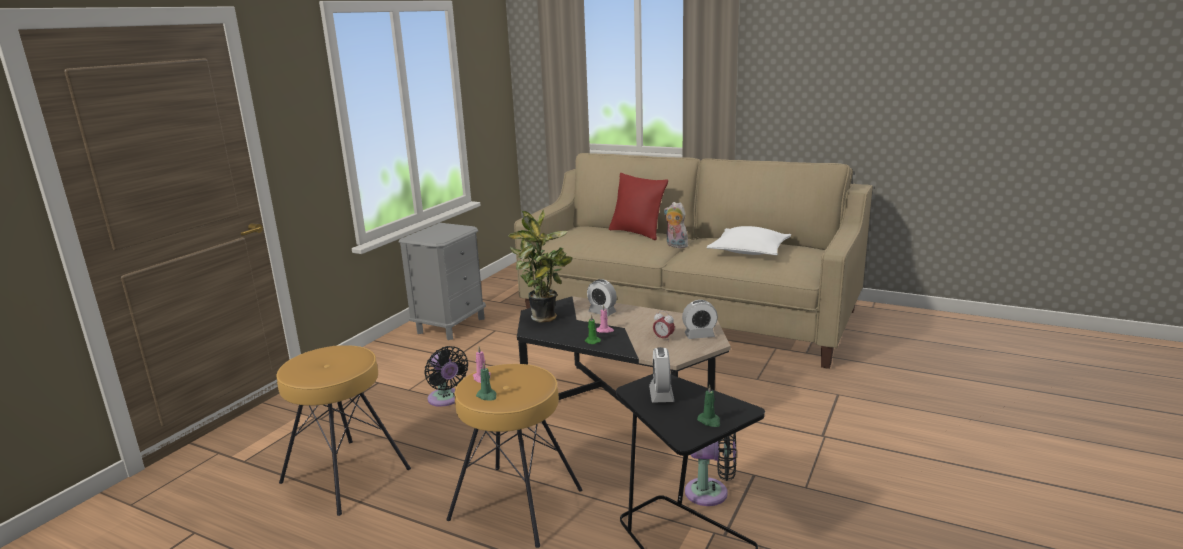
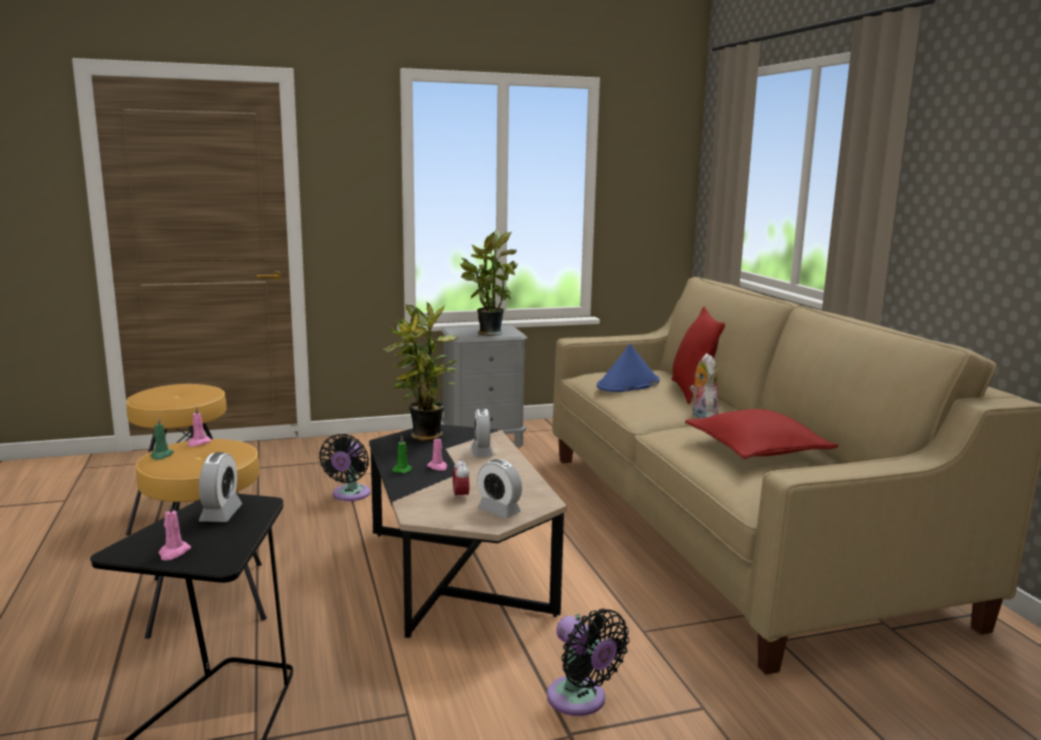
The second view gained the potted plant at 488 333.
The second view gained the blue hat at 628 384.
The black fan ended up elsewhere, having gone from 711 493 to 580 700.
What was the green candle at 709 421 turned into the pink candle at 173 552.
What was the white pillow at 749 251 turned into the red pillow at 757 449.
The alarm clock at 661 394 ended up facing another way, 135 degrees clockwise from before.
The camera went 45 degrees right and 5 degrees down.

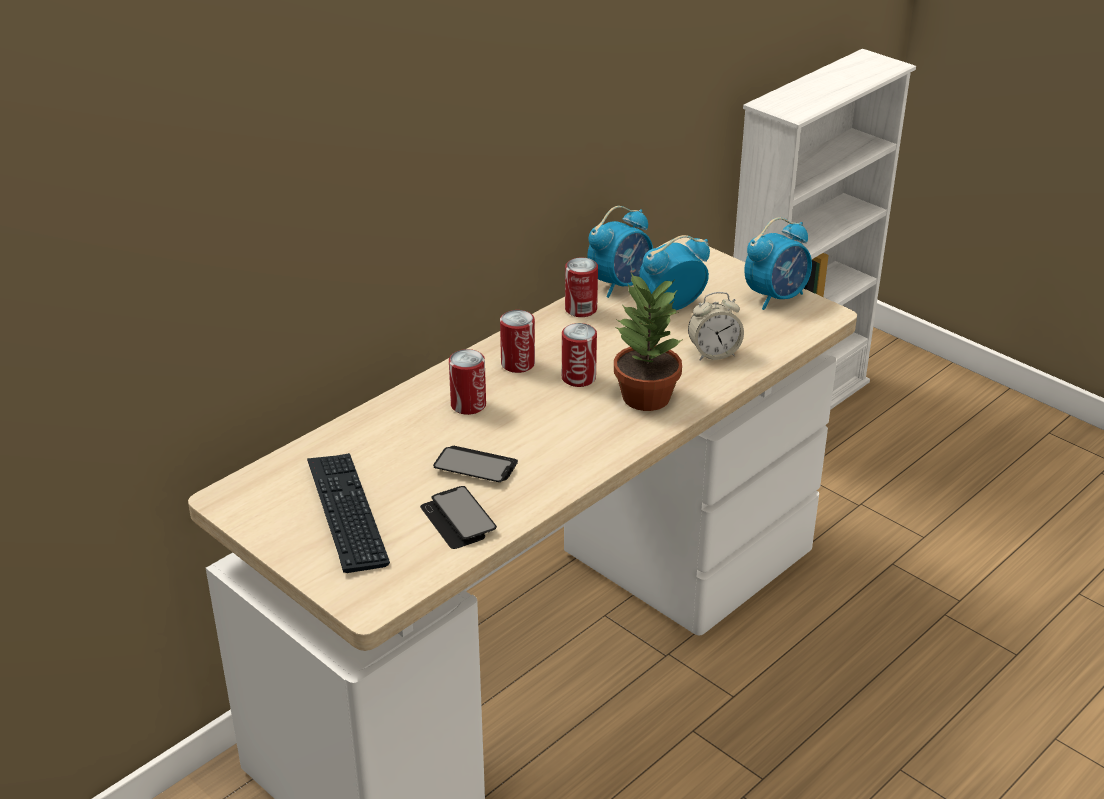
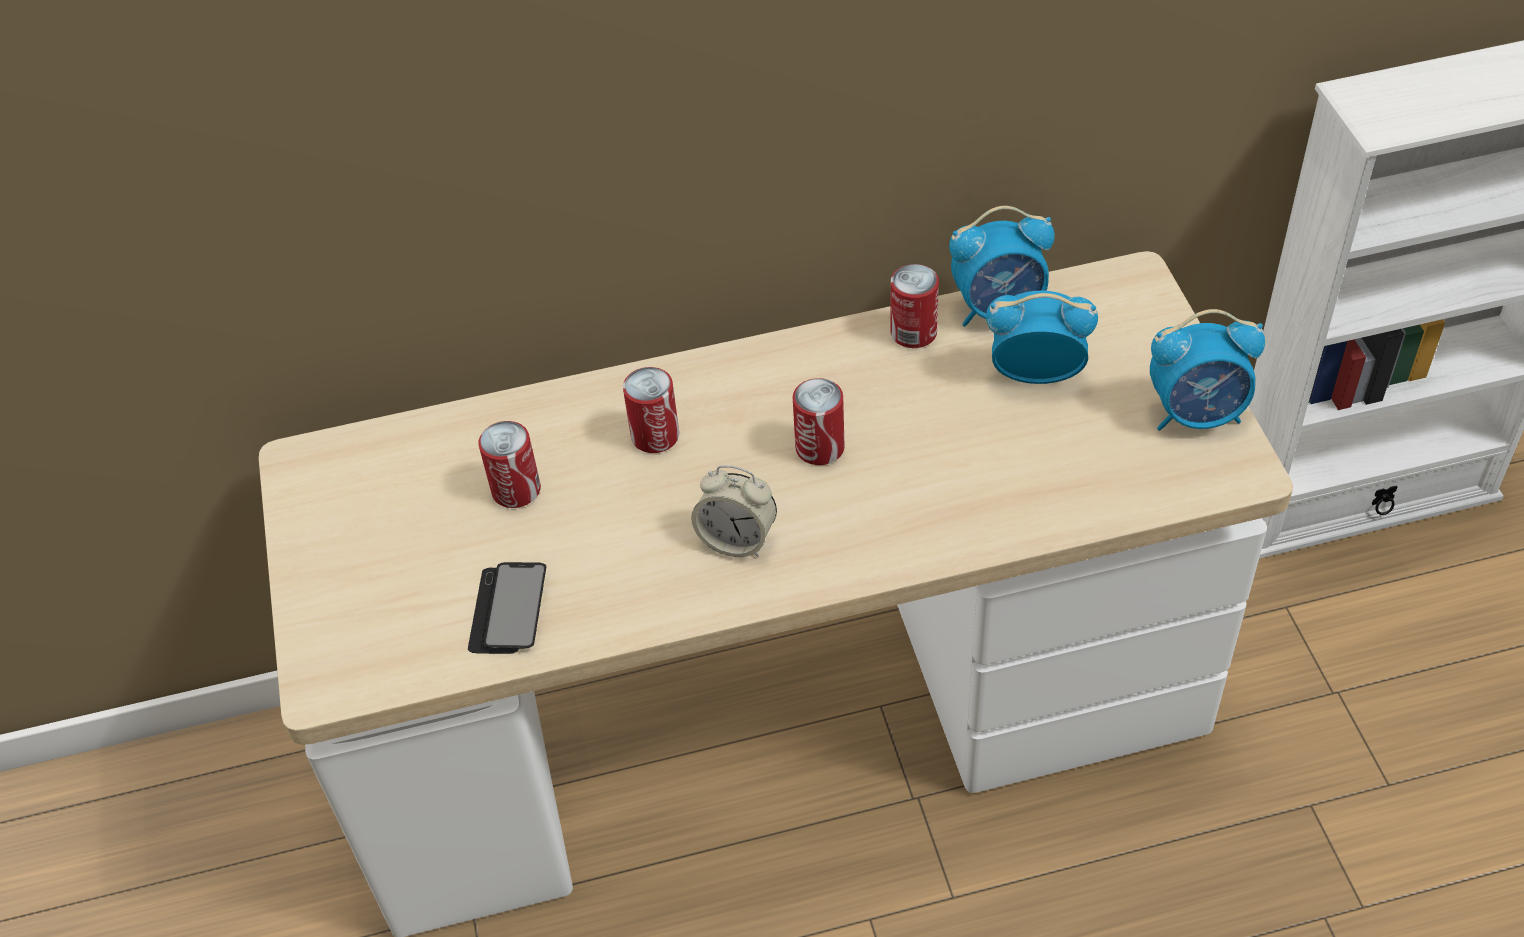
The second view lost the keyboard at 346 513.
The second view lost the phone at 475 466.
The second view lost the potted plant at 644 397.
The can ended up elsewhere, having gone from 518 364 to 516 490.
The alarm clock ended up elsewhere, having gone from 713 353 to 737 539.
The camera went 35 degrees right and 15 degrees up.

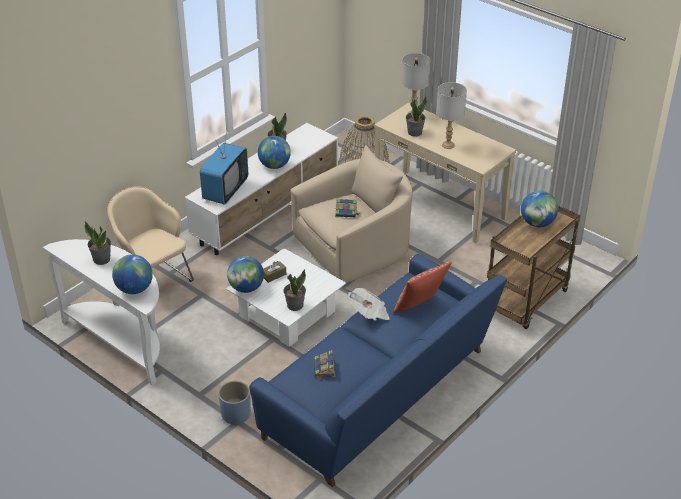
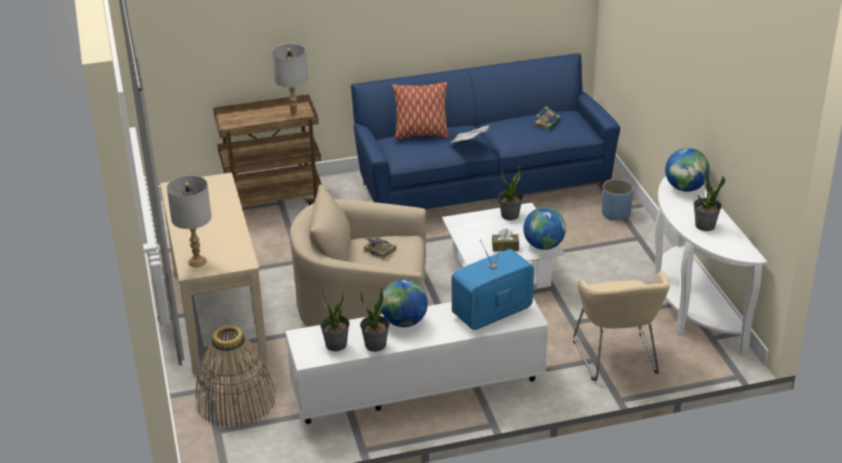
The second view lost the globe at 537 223.
The potted plant ended up elsewhere, having gone from 414 132 to 336 345.
The grey table lamp ended up elsewhere, having gone from 448 145 to 294 119.
The camera went 145 degrees left and 5 degrees down.

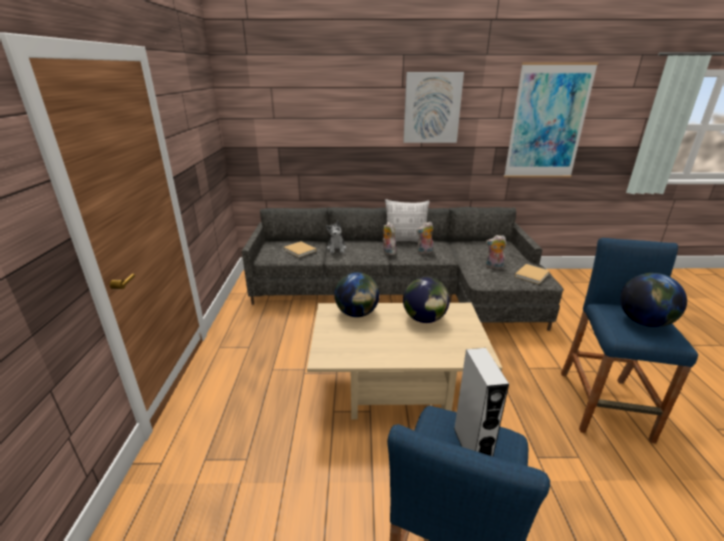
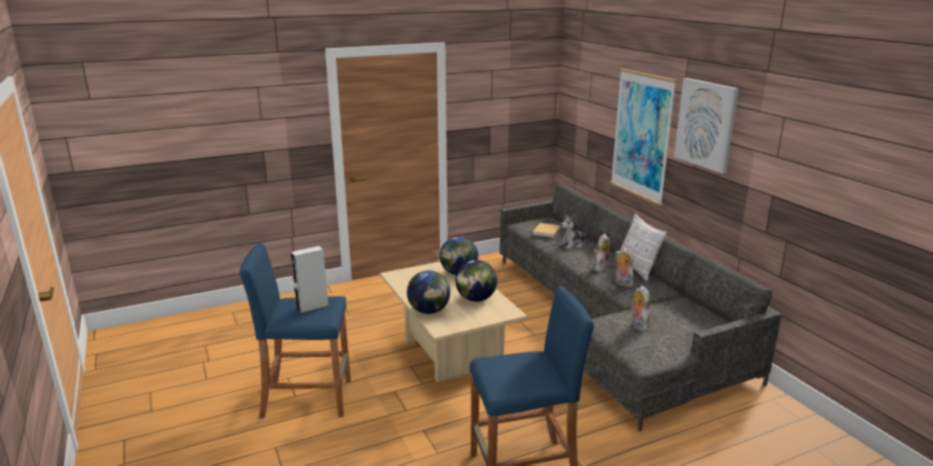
The second view lost the beige book at 532 274.
The picture ended up elsewhere, having gone from 547 123 to 642 136.
The globe ended up elsewhere, having gone from 643 322 to 429 311.
The camera went 65 degrees right and 5 degrees down.

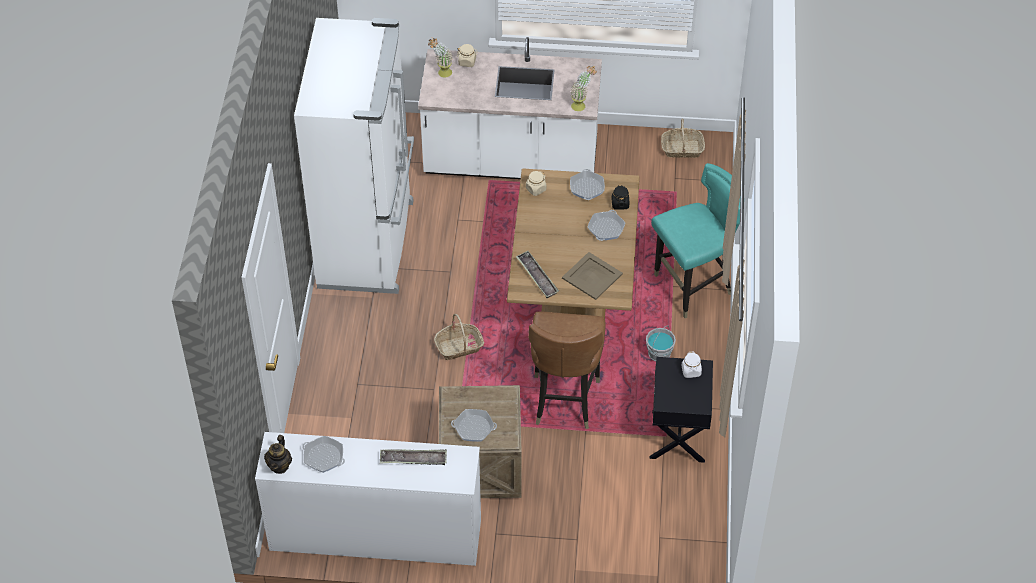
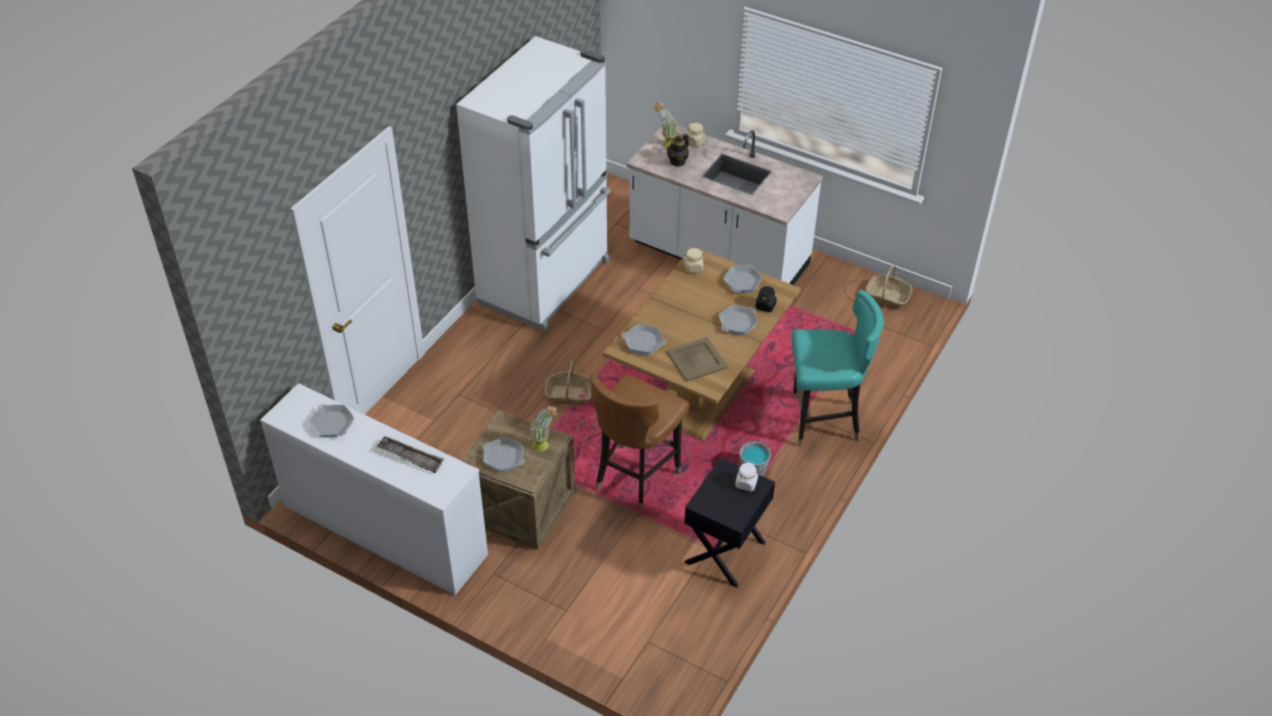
The teapot ended up elsewhere, having gone from 279 466 to 677 161.
The potted plant ended up elsewhere, having gone from 582 105 to 544 446.
Where the tray stood at 537 277, the frying pan came to stand at 643 342.
The camera went 25 degrees right and 5 degrees down.

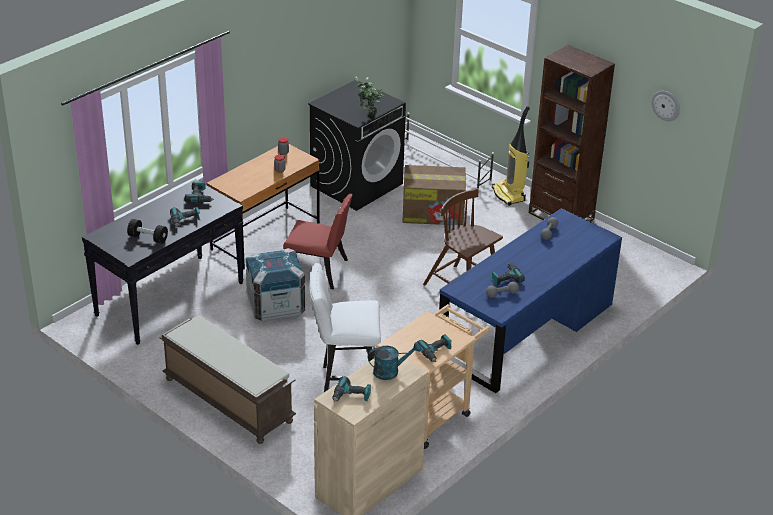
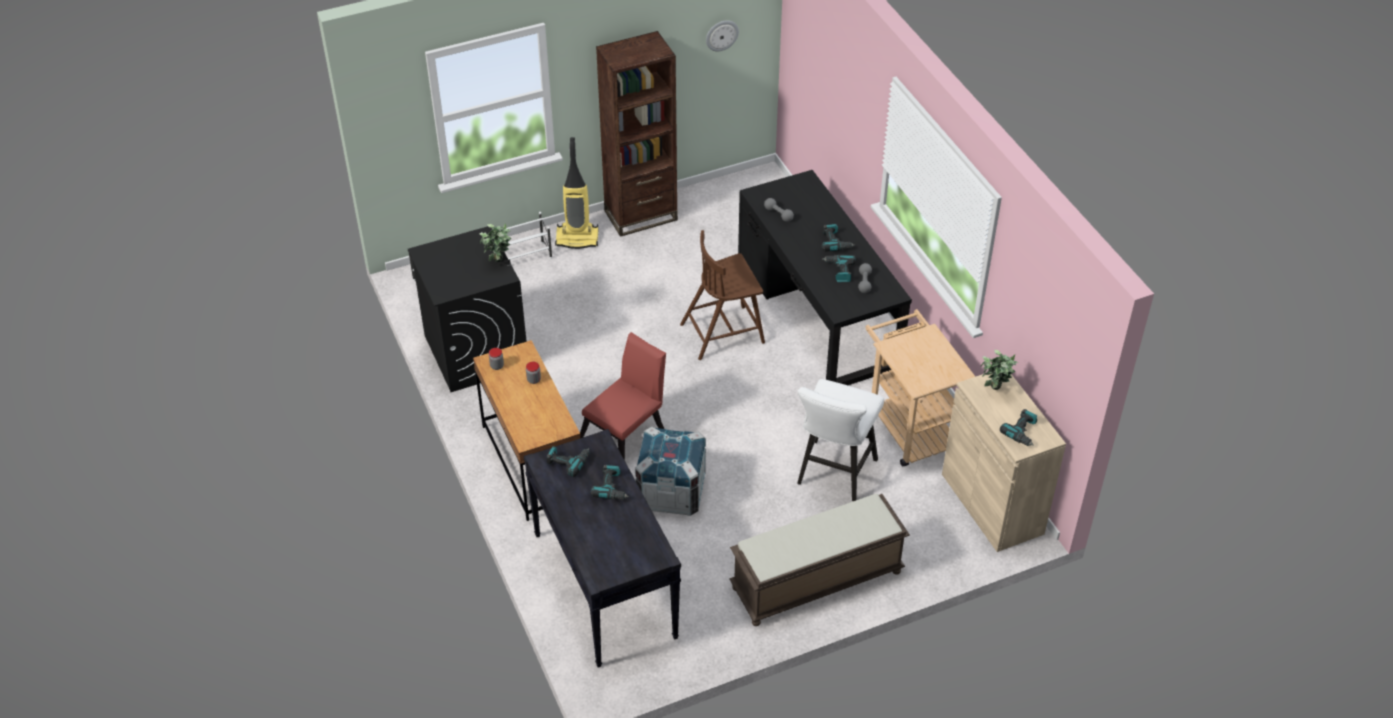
The second view lost the black dumbbell at 148 238.
The second view lost the cardboard box at 434 212.
The power drill ended up elsewhere, having gone from 436 352 to 835 242.
Where the turquoise watering can stood at 390 371, the potted plant came to stand at 994 392.
What was the blue desk at 526 331 turned into the black desk at 817 312.
The camera went 65 degrees left and 10 degrees up.

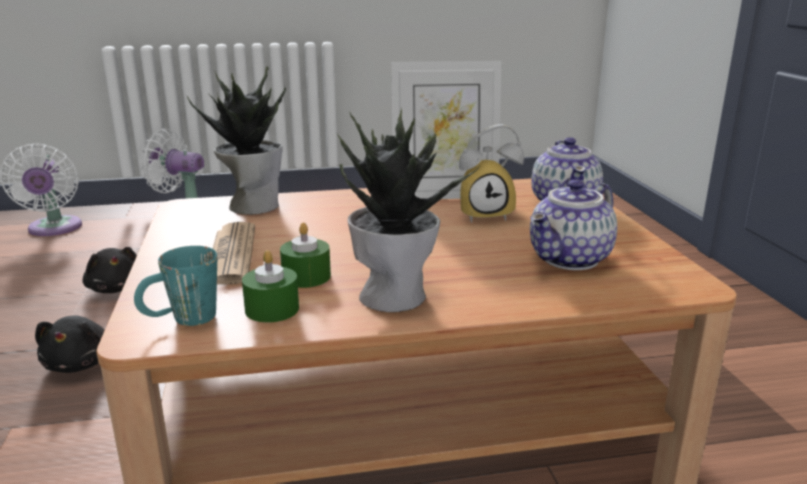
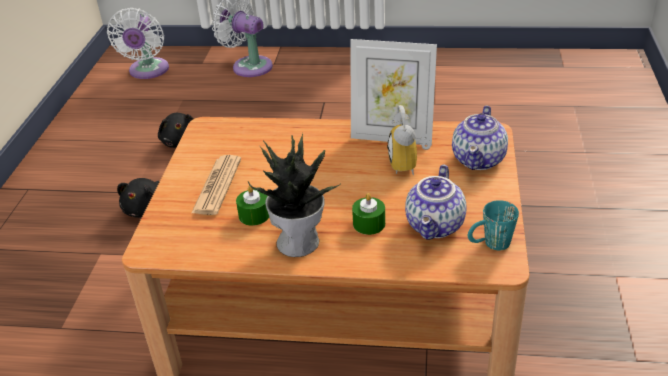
The second view lost the potted plant at 253 205.
The turquoise mug ended up elsewhere, having gone from 182 320 to 490 244.
The green candle ended up elsewhere, having gone from 272 309 to 369 224.
The alarm clock at 486 214 ended up facing another way, 75 degrees clockwise from before.
The teapot at 571 260 ended up facing another way, 45 degrees counterclockwise from before.
The camera went 20 degrees right and 15 degrees up.

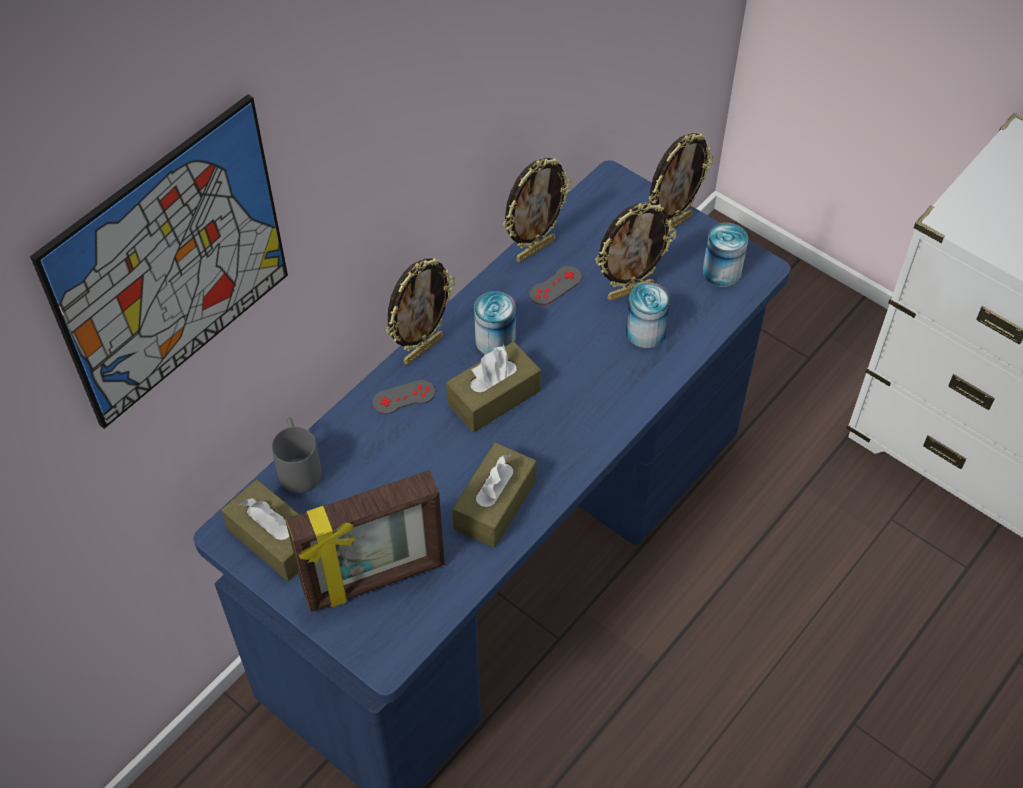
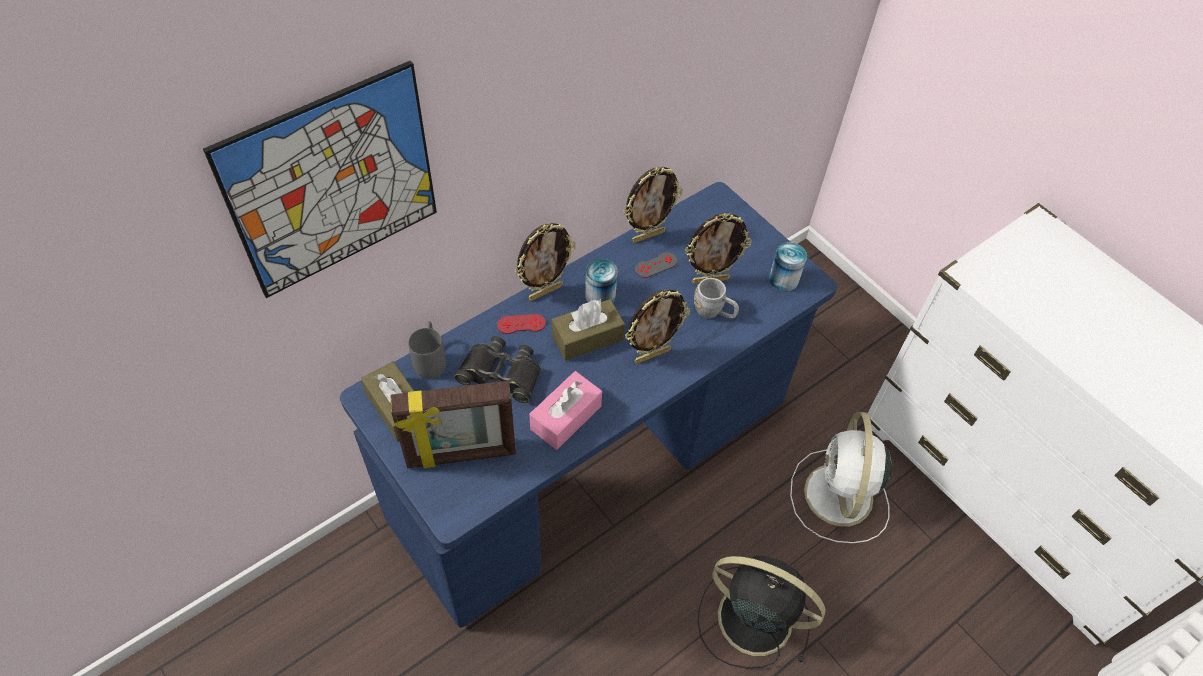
The second view gained the black binoculars at 501 374.
The second view gained the black fan at 751 617.
The second view gained the white fan at 838 498.
The picture frame ended up elsewhere, having gone from 672 225 to 652 355.
Where the can stood at 645 332, the grey mug came to stand at 714 312.
What was the grey game controller at 404 397 turned into the red game controller at 521 324.
What was the brown tissue box at 495 504 turned into the pink tissue box at 566 417.
The camera went 10 degrees right and 0 degrees up.

